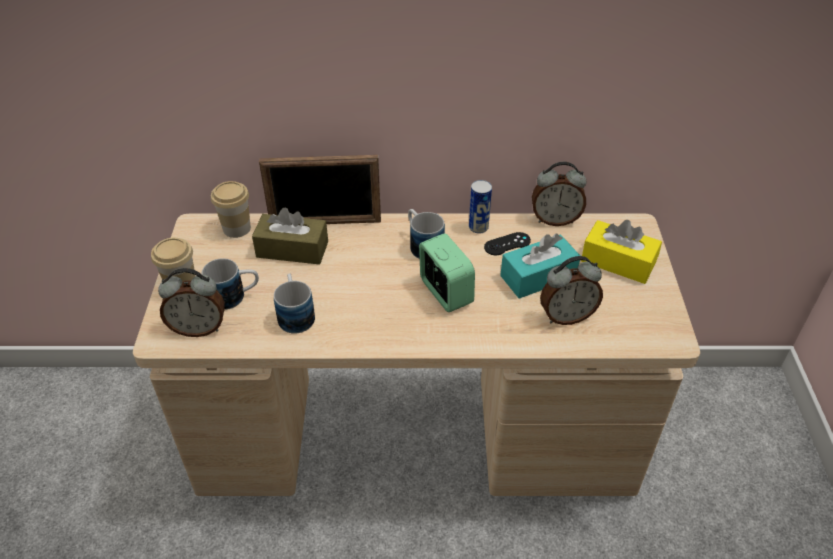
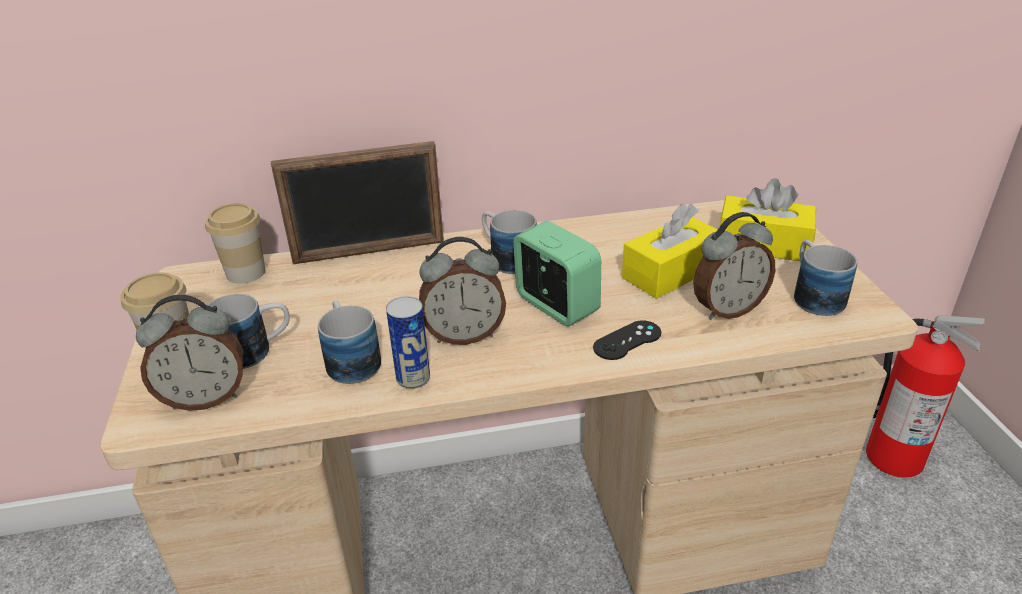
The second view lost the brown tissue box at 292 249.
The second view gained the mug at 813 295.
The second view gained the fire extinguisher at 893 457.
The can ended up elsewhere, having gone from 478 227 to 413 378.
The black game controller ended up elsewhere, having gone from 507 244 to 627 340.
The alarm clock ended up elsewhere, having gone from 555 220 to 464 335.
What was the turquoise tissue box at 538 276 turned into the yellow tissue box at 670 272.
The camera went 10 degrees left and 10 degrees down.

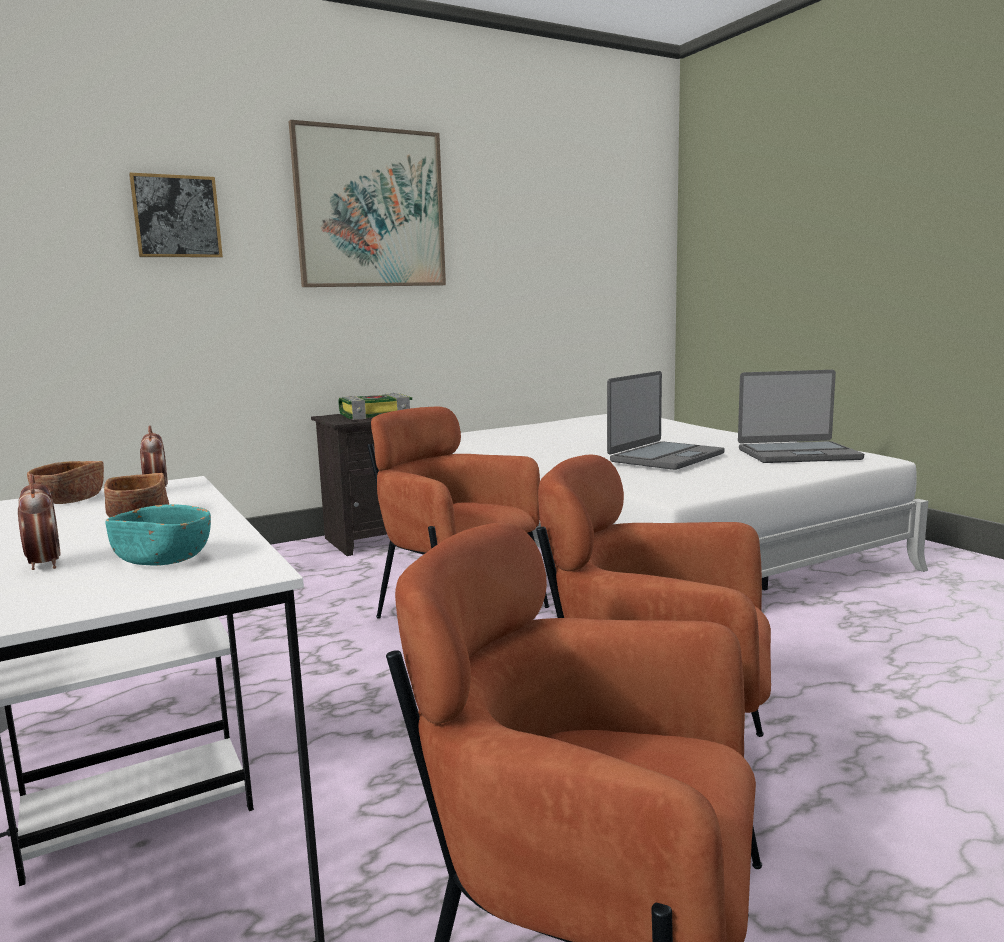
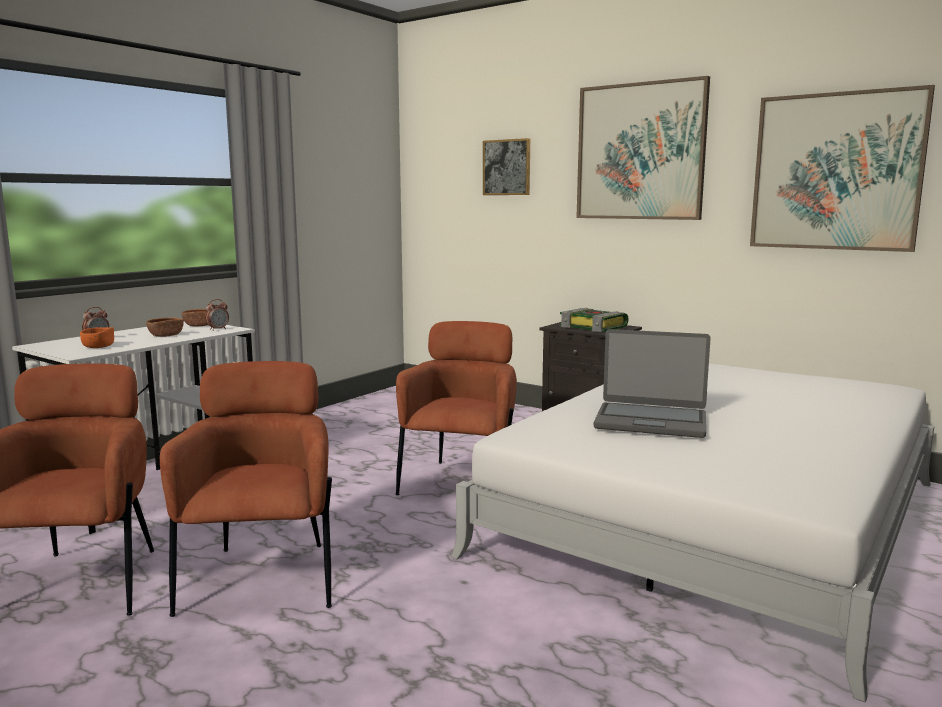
The second view lost the laptop at 797 454.
The second view gained the picture at 836 172.
What was the turquoise bowl at 163 559 turned into the orange bowl at 98 346.
The camera went 65 degrees right and 0 degrees up.

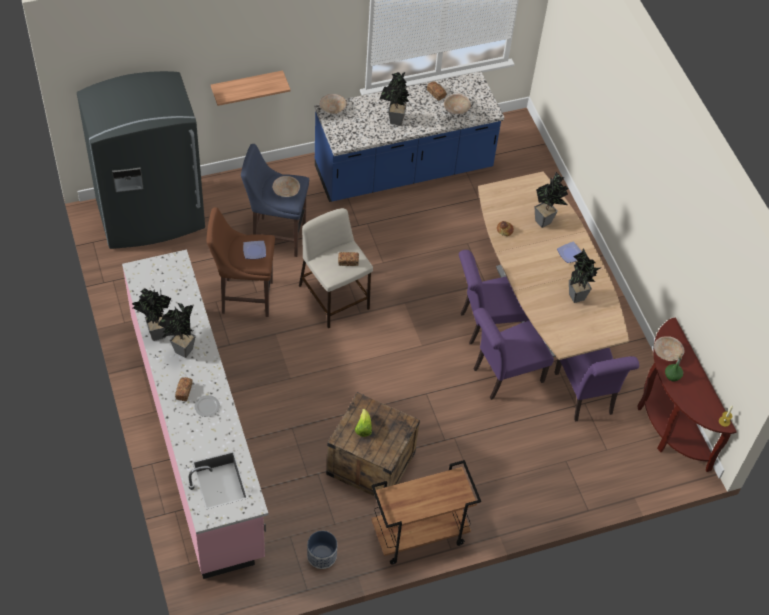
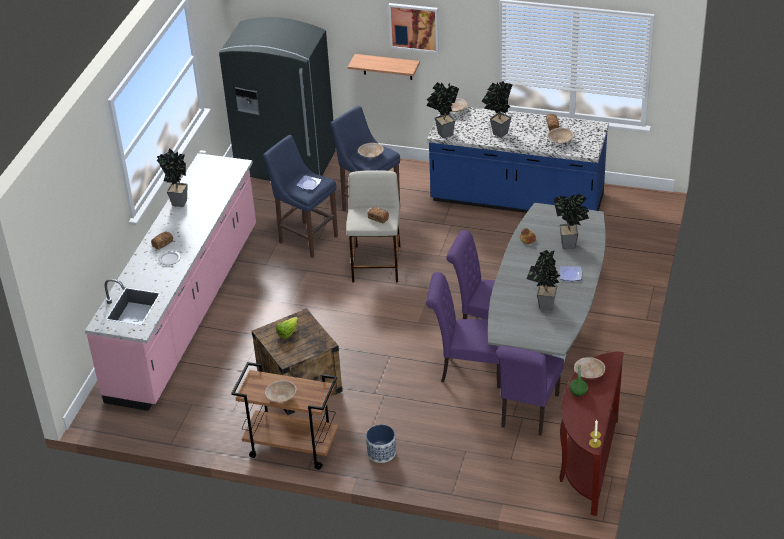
The second view gained the beige bowl at 281 397.
The second view gained the picture at 414 27.
The potted plant ended up elsewhere, having gone from 181 351 to 442 134.
The planter ended up elsewhere, having gone from 321 556 to 381 453.
What was the brown stool at 244 296 turned into the blue stool at 306 238.
What was the brown dining table at 539 308 turned into the grey dining table at 546 335.
The camera went 40 degrees right and 15 degrees down.

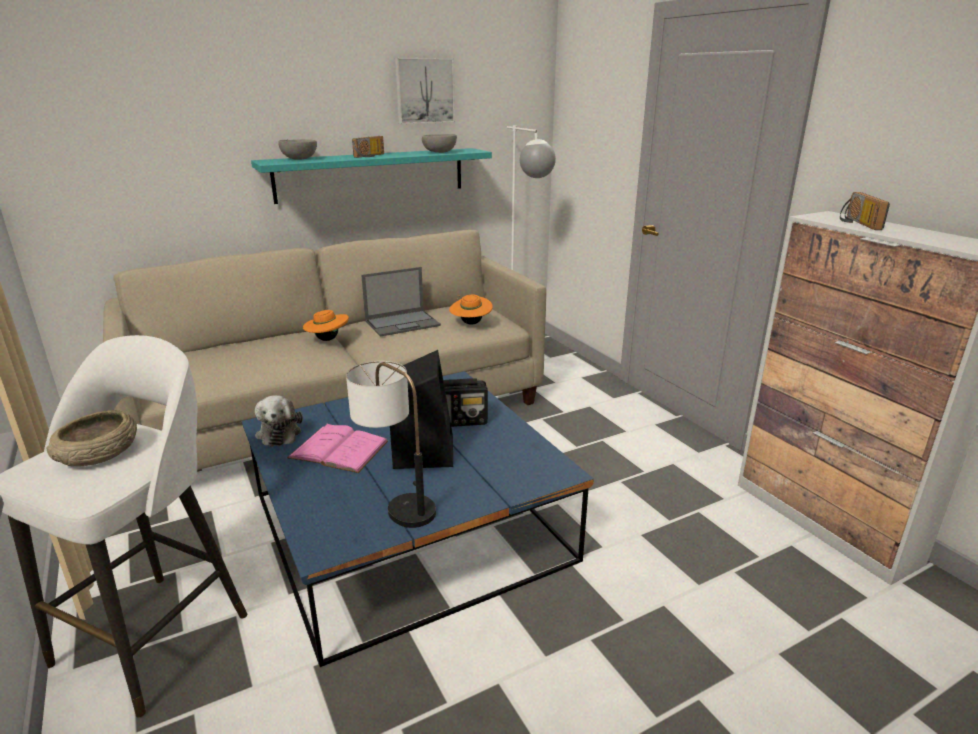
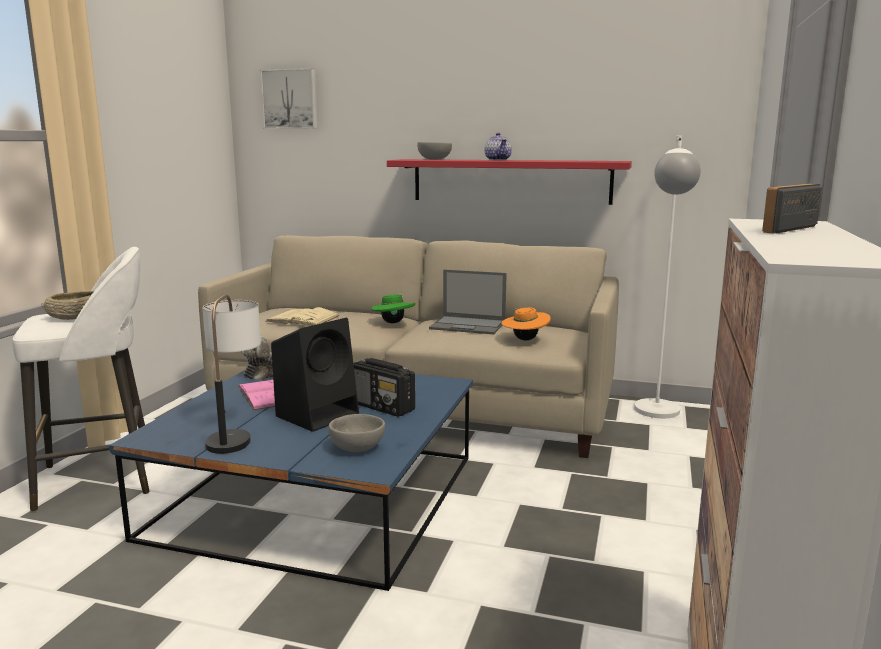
The second view gained the beige book at 303 318.
The picture ended up elsewhere, having gone from 424 91 to 290 99.
The grey bowl ended up elsewhere, having gone from 440 152 to 356 448.
Where the radio stood at 371 156, the teapot came to stand at 498 160.
What was the turquoise shelf at 371 174 turned into the red shelf at 510 181.
What was the orange hat at 327 339 turned into the green hat at 393 322.
The camera went 45 degrees right and 10 degrees down.

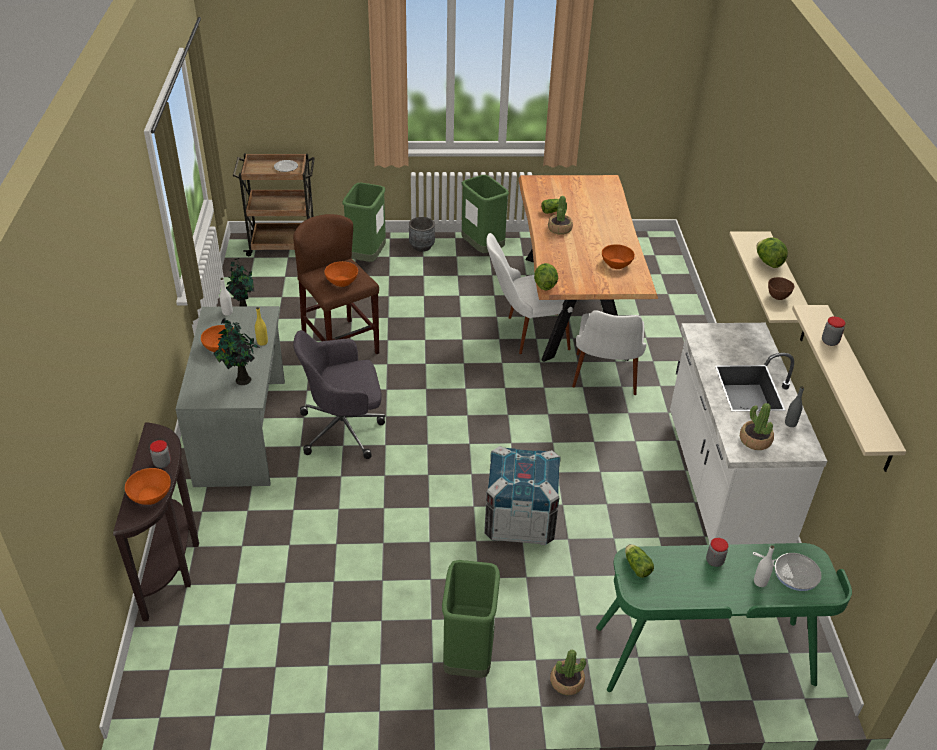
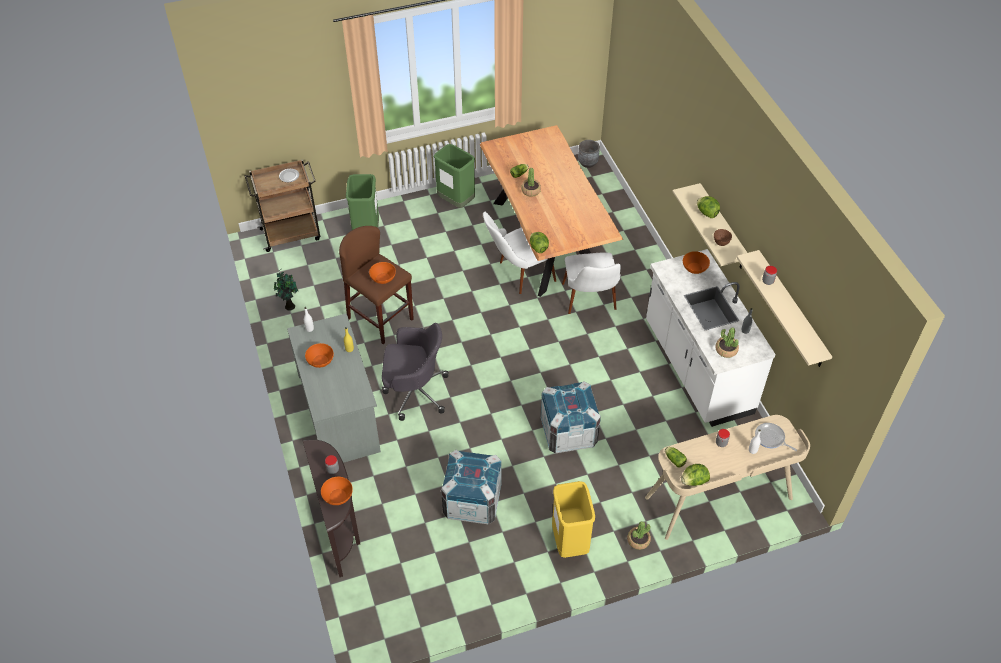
The second view lost the potted plant at 241 380.
The second view gained the crate at 472 501.
The second view gained the lettuce at 693 481.
The grey planter ended up elsewhere, having gone from 422 246 to 588 163.
The orange bowl ended up elsewhere, having gone from 616 264 to 694 268.
What was the green trash can at 468 658 turned into the yellow trash can at 569 542.
What was the green desk at 704 657 turned into the beige desk at 719 499.
The grey office chair at 344 429 ended up facing another way, 150 degrees counterclockwise from before.
The frying pan at 793 573 ended up facing another way, 150 degrees counterclockwise from before.
The camera went 15 degrees left and 10 degrees up.

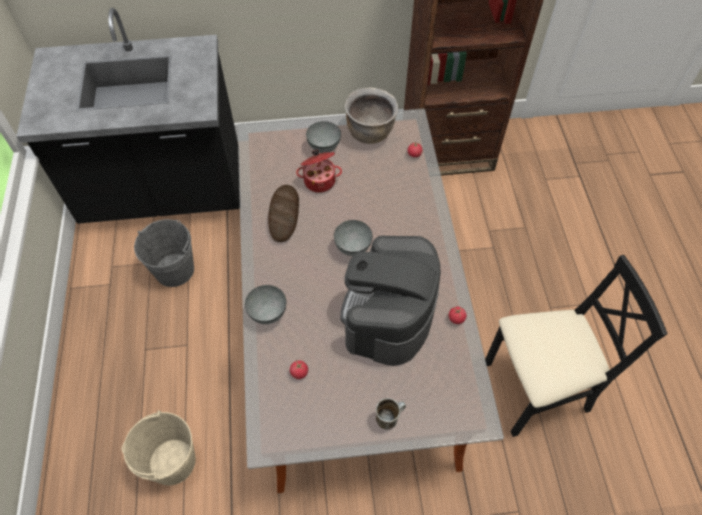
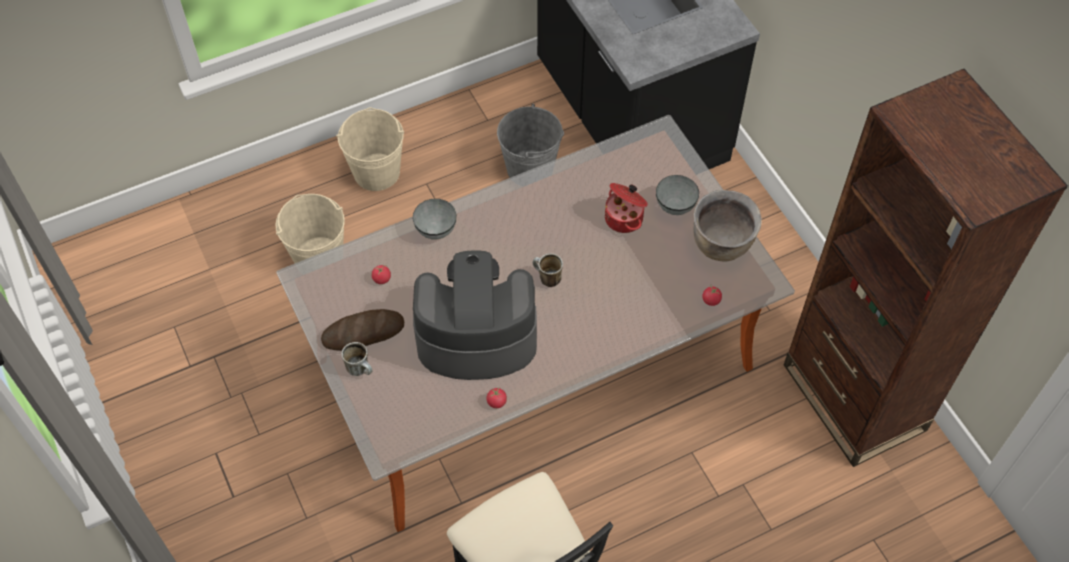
The second view gained the beige bucket at 376 172.
The bread ended up elsewhere, having gone from 284 215 to 363 333.
Where the grey bowl stood at 353 248, the mug came to stand at 546 279.
The camera went 70 degrees right and 0 degrees up.

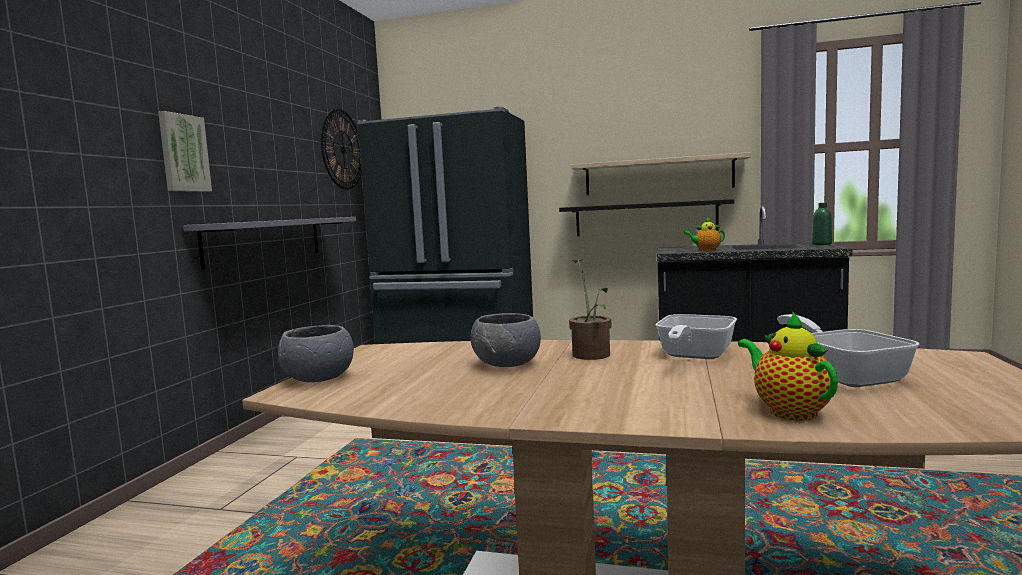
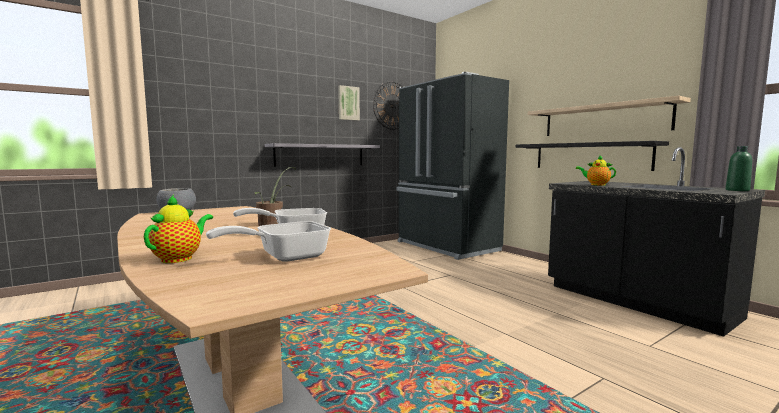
The second view lost the grey bowl at 506 364.
The picture ended up elsewhere, having gone from 183 153 to 348 103.
The frying pan at 845 375 ended up facing another way, 150 degrees counterclockwise from before.
The camera went 40 degrees right and 0 degrees up.

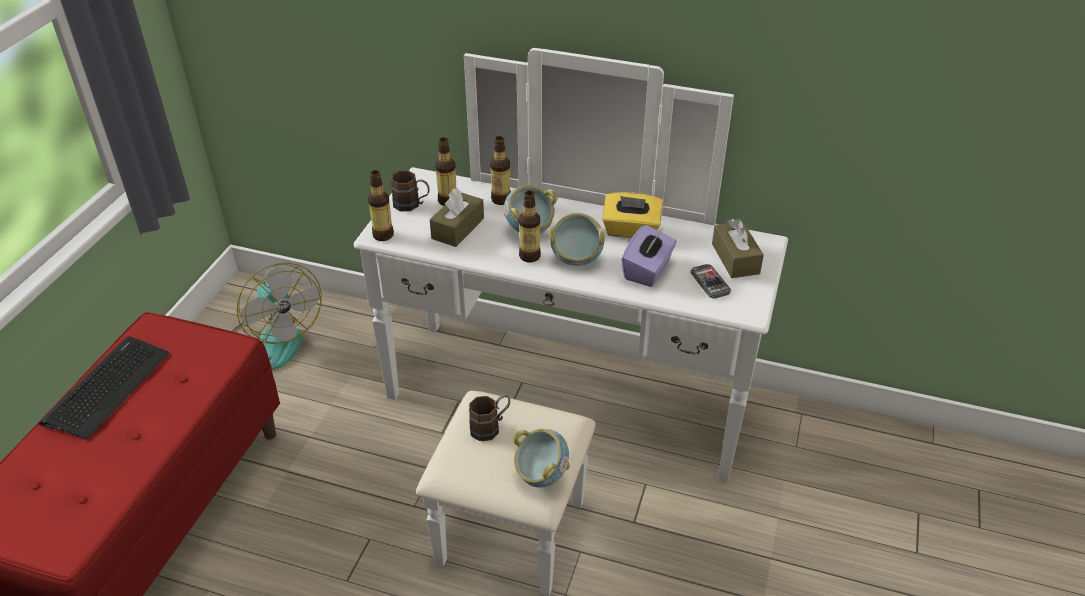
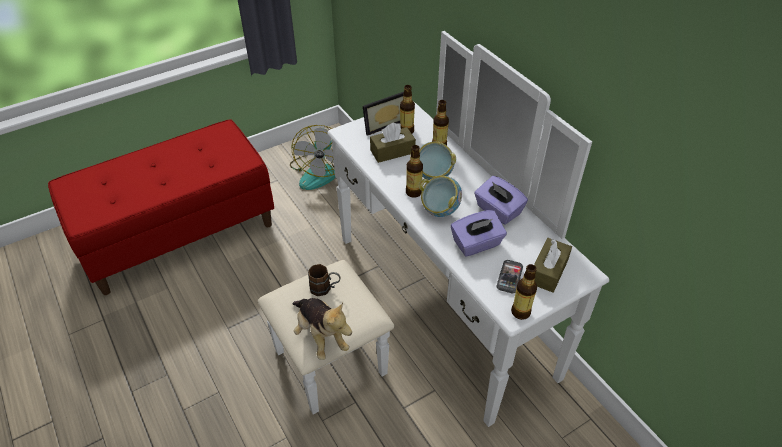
The second view lost the keyboard at 107 387.
The bottle ended up elsewhere, having gone from 383 235 to 520 312.
Where the brown mug stood at 412 205, the picture frame came to stand at 383 123.
Where the bowl stood at 540 475, the plush toy came to stand at 320 336.
What was the yellow tissue box at 631 231 turned into the purple tissue box at 498 211.
The camera went 40 degrees right and 5 degrees up.

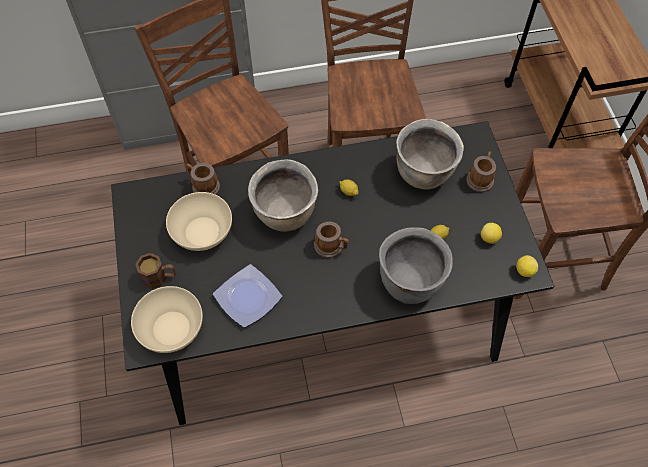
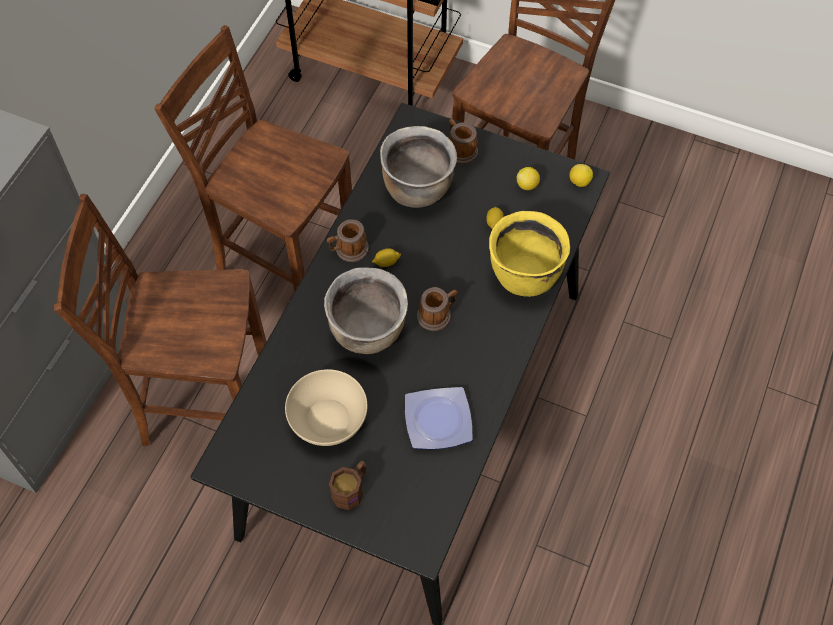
The second view lost the beige bowl at 171 328.
The mug ended up elsewhere, having gone from 203 186 to 348 250.
What was the grey cooking pot at 410 282 turned into the yellow cooking pot at 524 274.
The camera went 55 degrees left and 0 degrees up.

